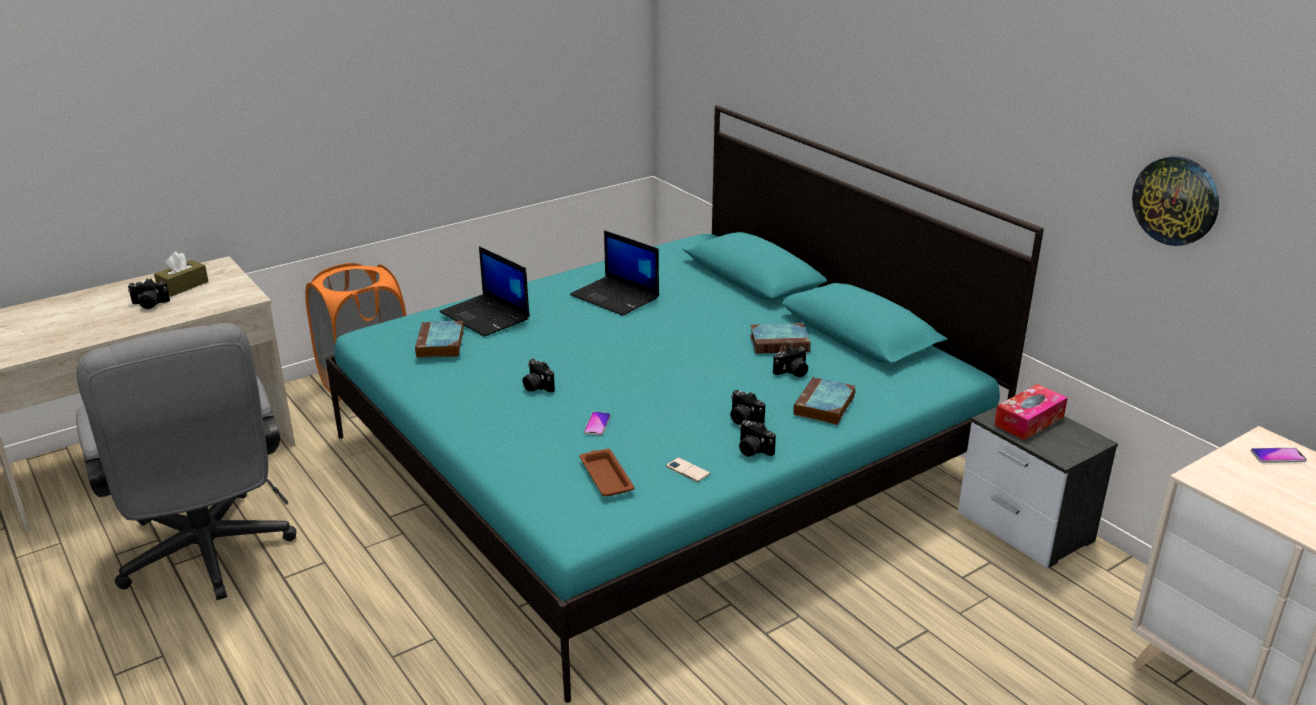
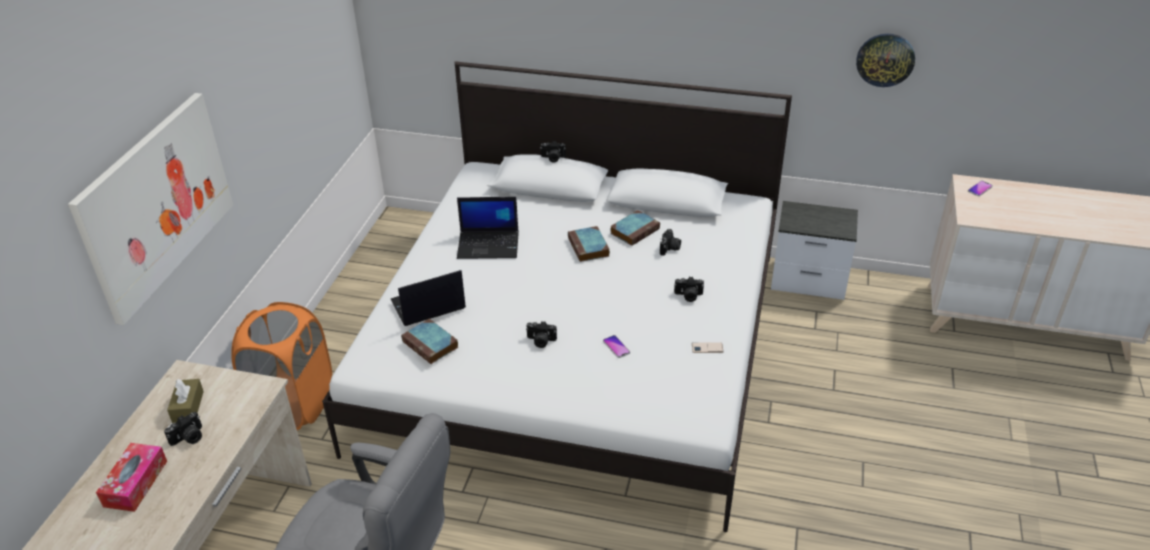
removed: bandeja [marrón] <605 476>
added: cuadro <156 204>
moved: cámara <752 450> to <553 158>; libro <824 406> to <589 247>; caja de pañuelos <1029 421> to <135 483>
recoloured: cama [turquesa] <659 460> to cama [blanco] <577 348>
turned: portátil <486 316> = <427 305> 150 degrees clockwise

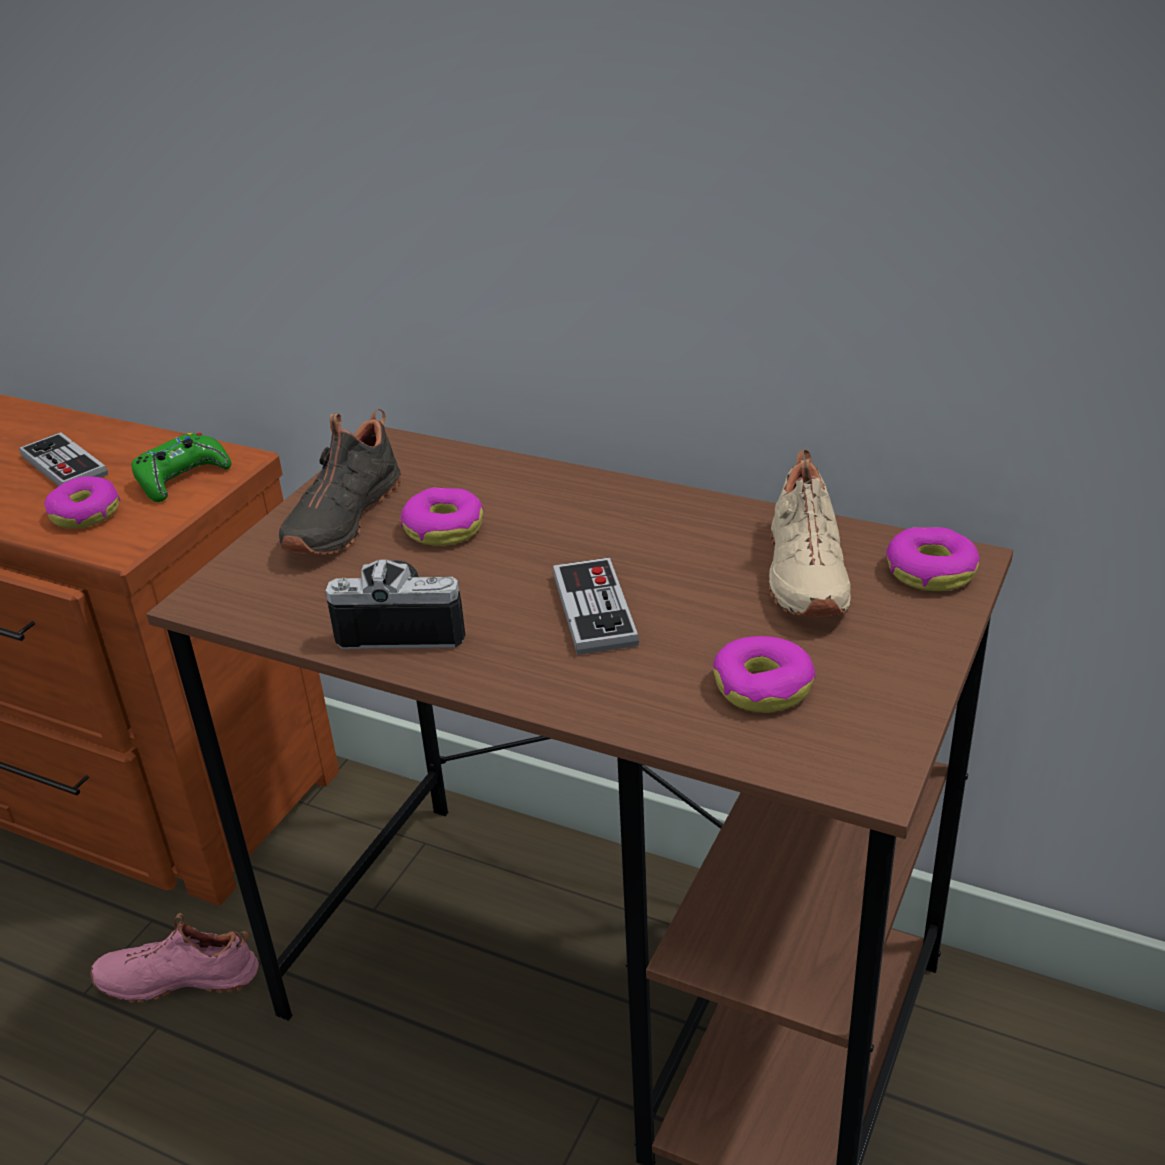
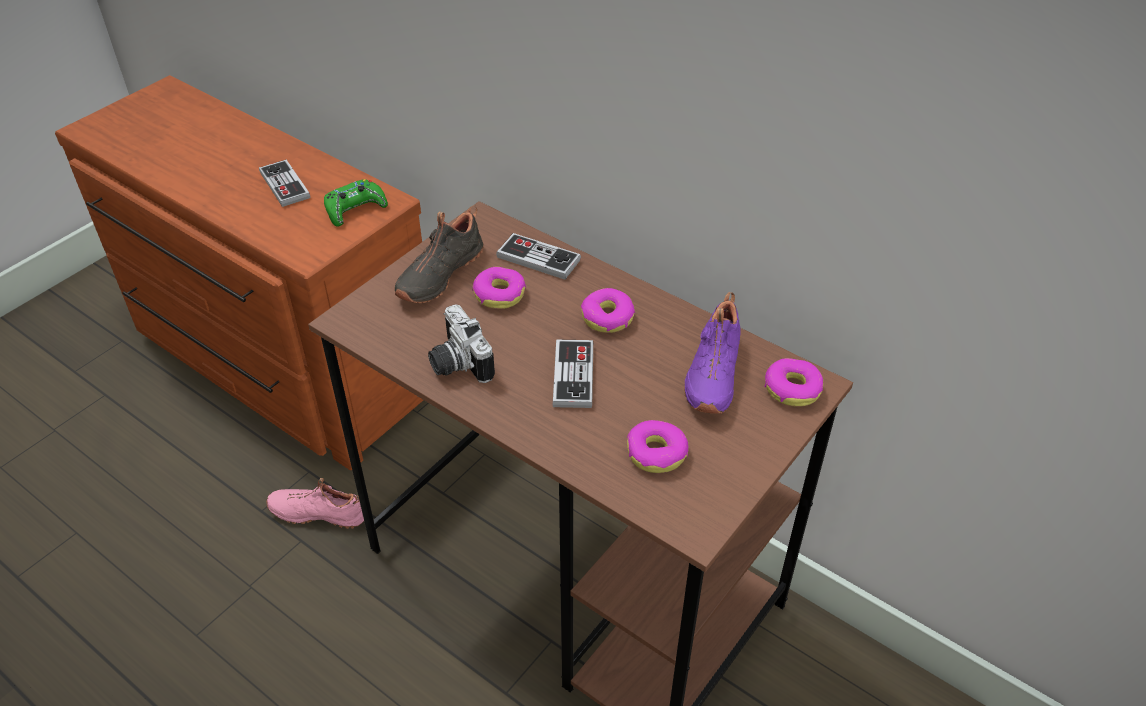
added: mando de consola <538 258>
moved: rosquilla <85 513> to <607 318>
recoloured: zapato [beis] <802 573> to zapato [morado] <711 374>
turned: cámara <404 624> = <456 363> 135 degrees counterclockwise

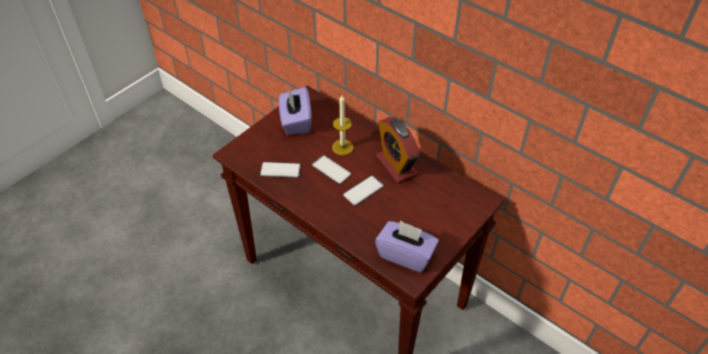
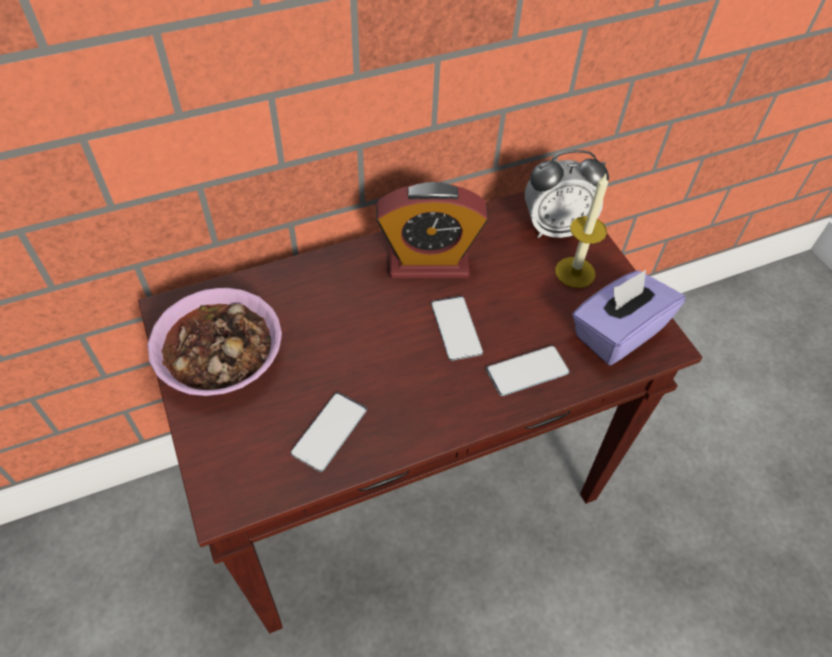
added: despertador <555 228>
moved: móvil <331 169> to <527 371>; vela <342 147> to <575 272>
replaced: caja de pañuelos [morado] <296 122> to cuenco <222 356>

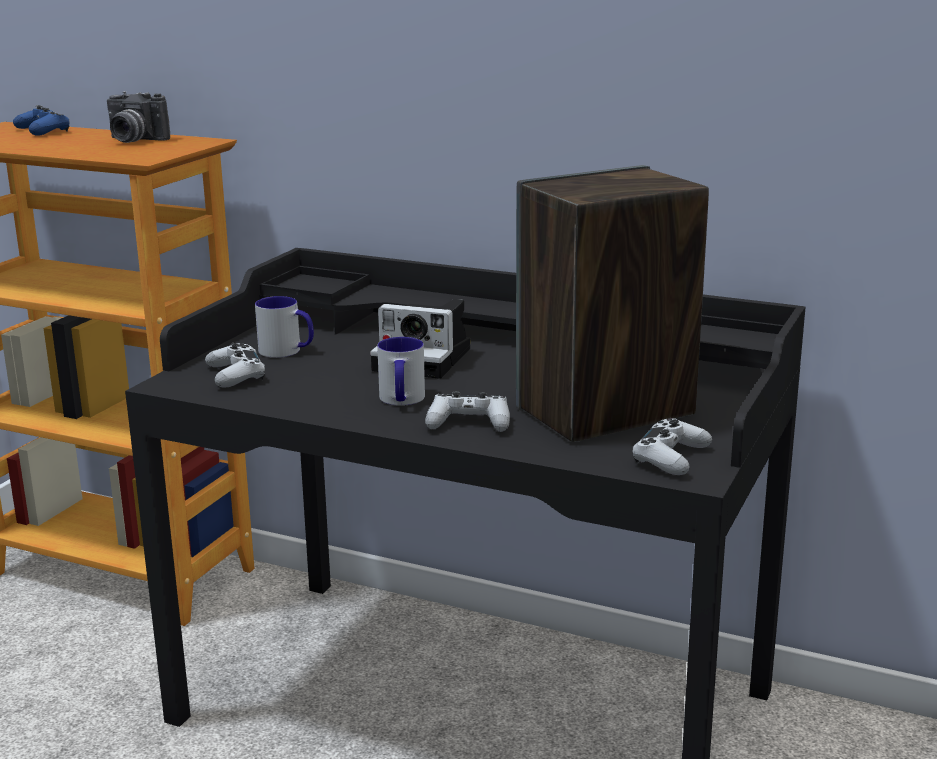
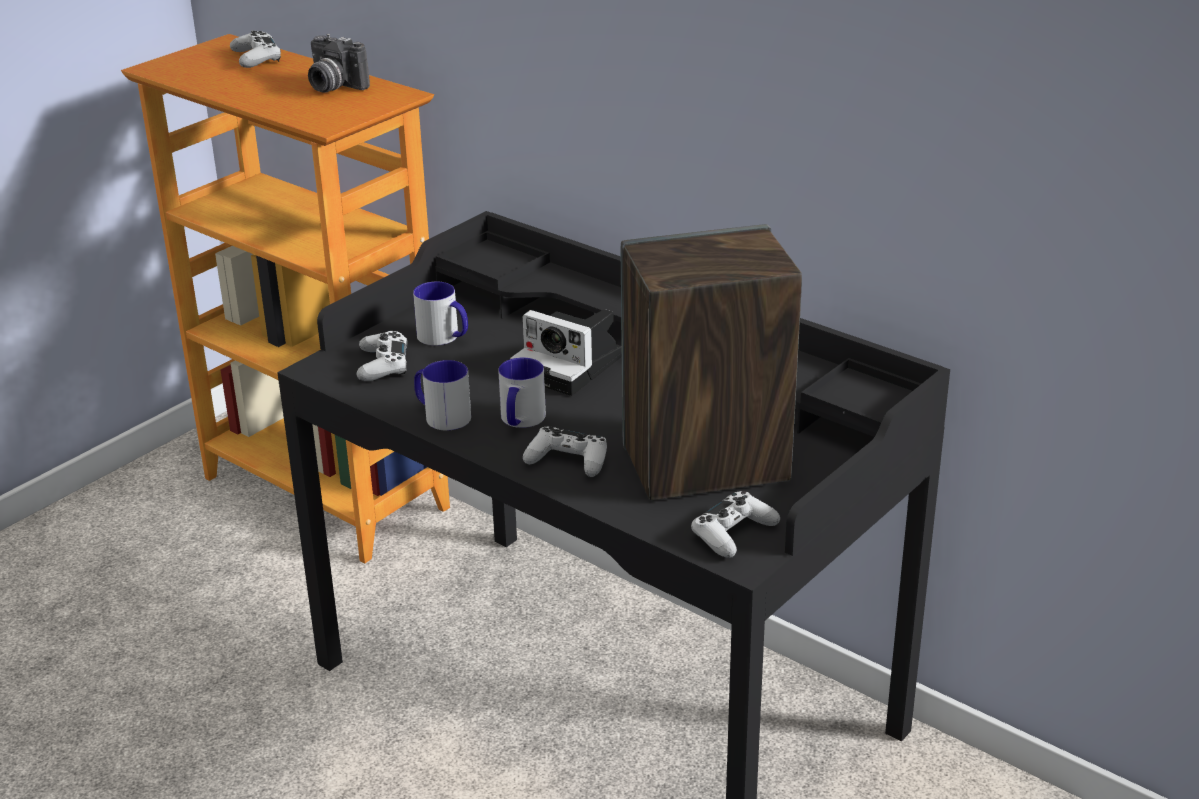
added: taza grande <441 416>
recoloured: mando de consola [azul] <42 131> to mando de consola [blanco] <256 58>

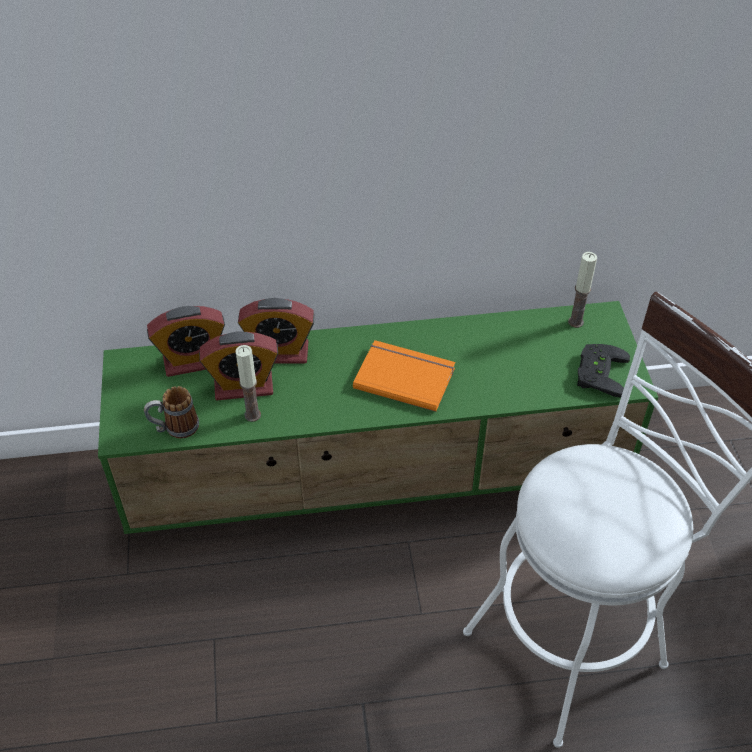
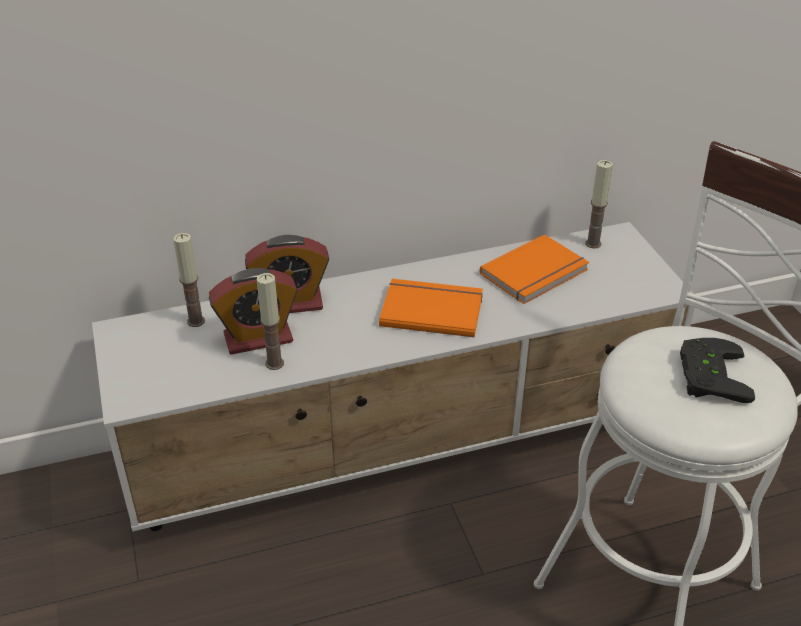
removed: taza grande <175 428>
added: libro [naranja] <536 273>
moved: mando de consola [negro] <597 372> to <707 375>
replaced: despertador <192 361> to vela <196 321>
recoloured: mueble de televisión [verde] <378 477> to mueble de televisión [blanco] <403 444>

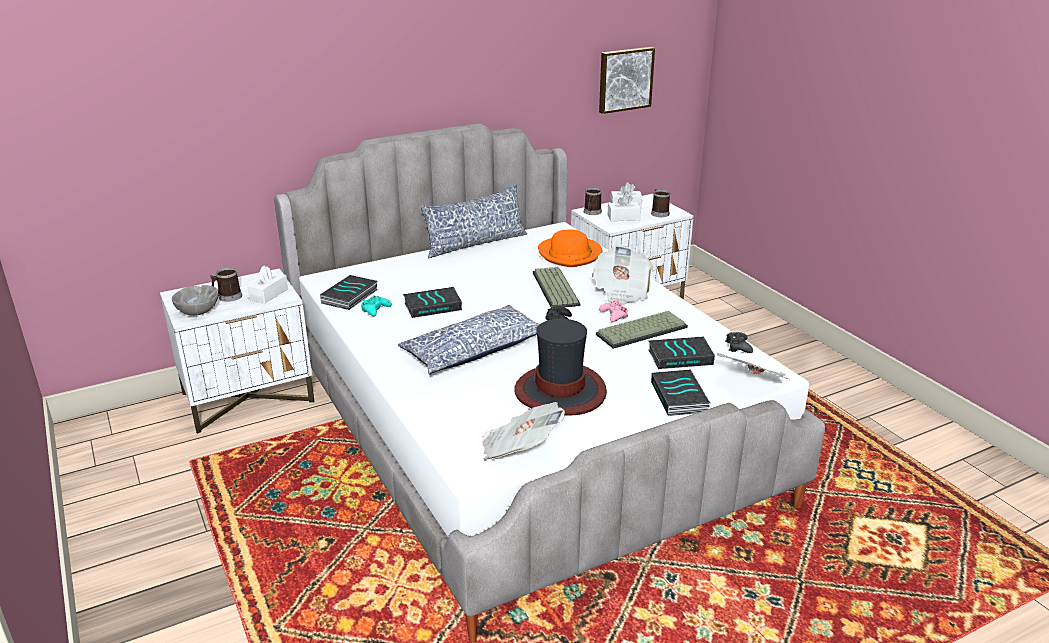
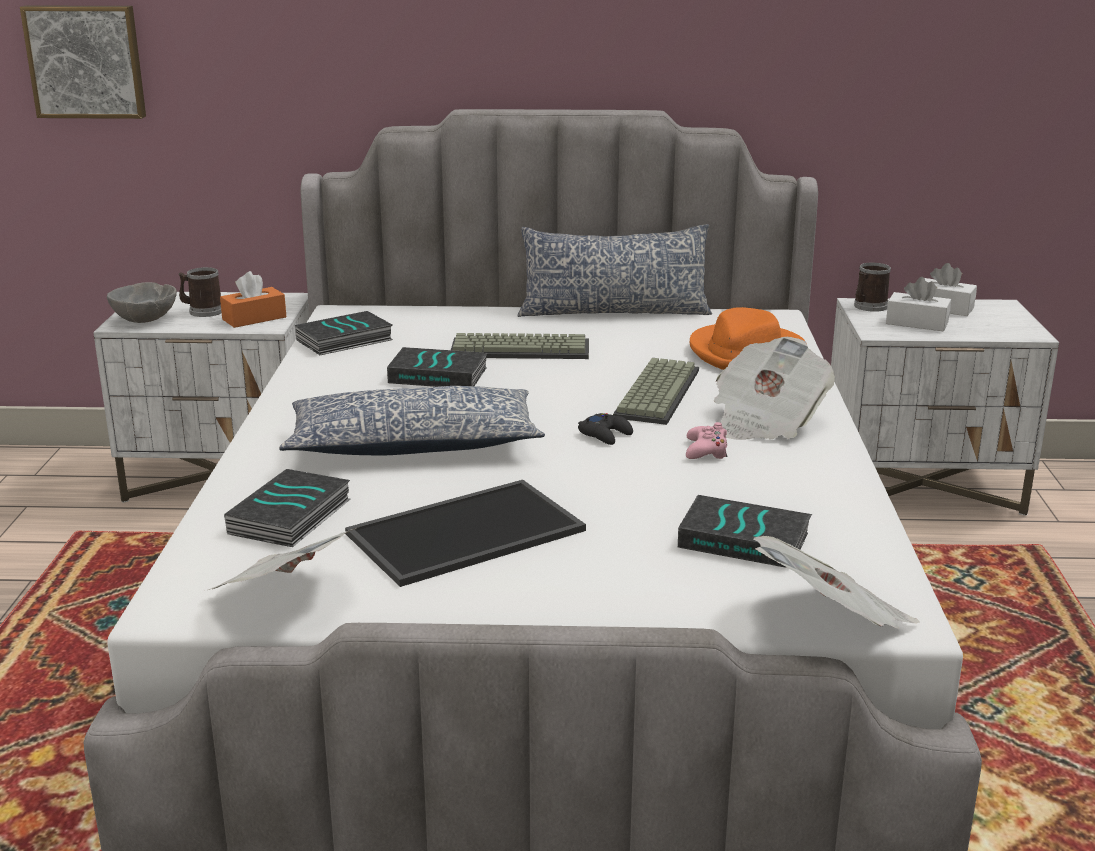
removed: mando de consola [turquesa] <375 310>; taza grande <659 213>; mando de consola [negro] <738 347>
moved: teclado <641 330> to <521 349>; cuadro <624 79> to <86 61>; libro <680 397> to <291 517>
replaced: sombrero <560 391> to bandeja <465 534>
recoloured: caja de pañuelos [blanco] <269 294> to caja de pañuelos [naranja] <254 318>

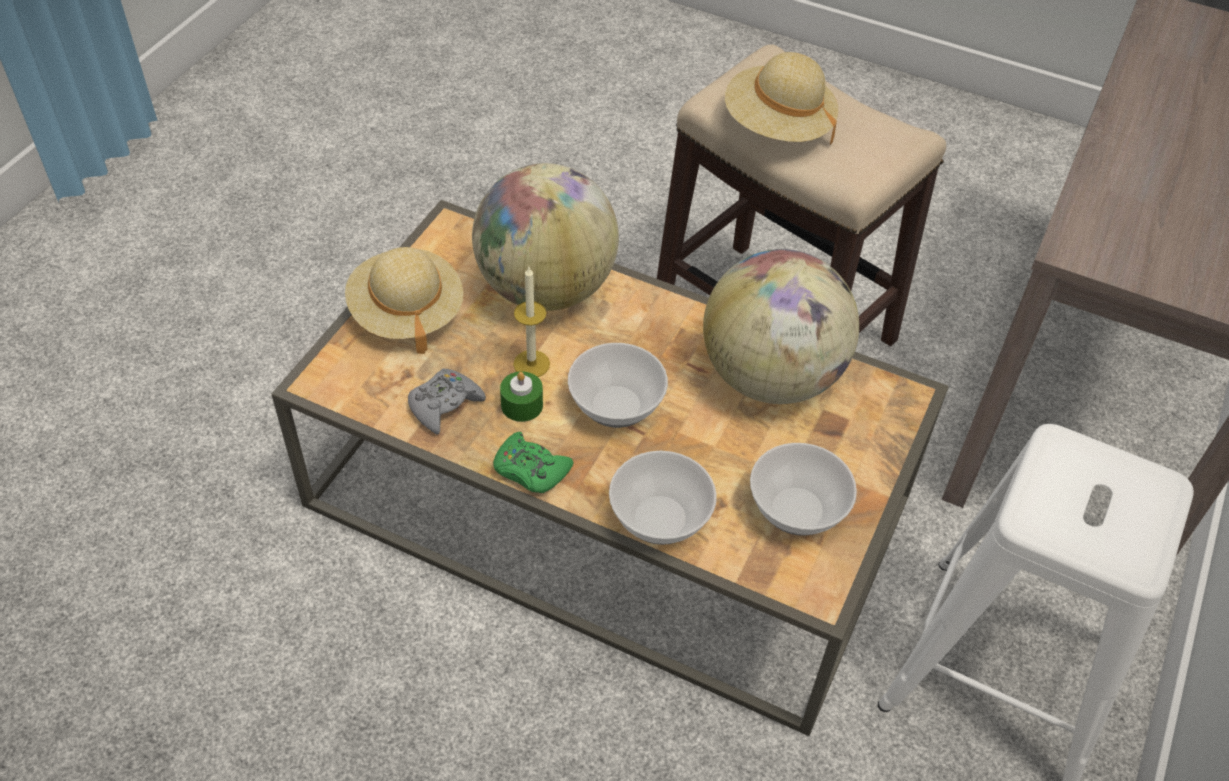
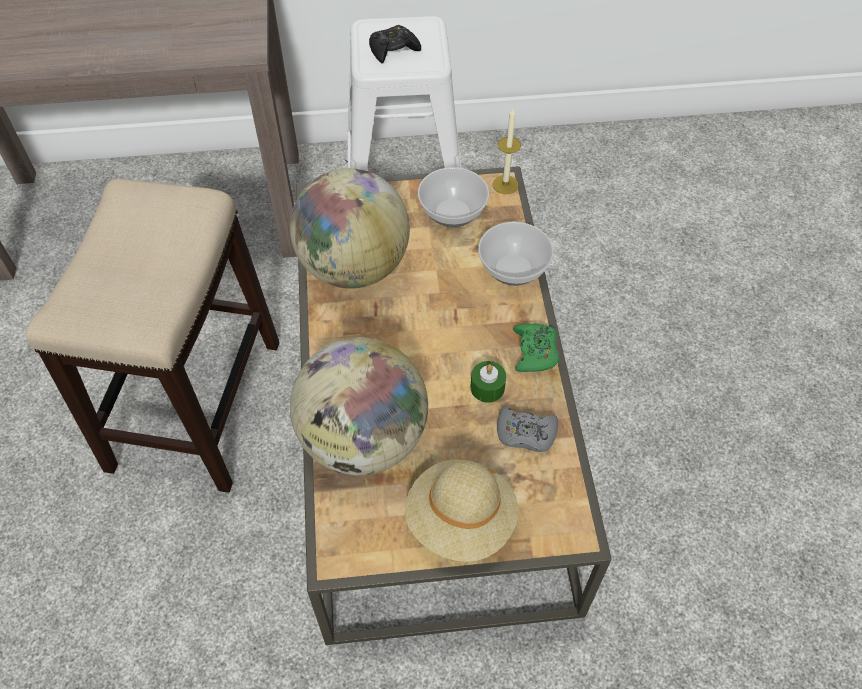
removed: cuenco <615 407>; sombrero [beis] <777 126>
added: mando de consola [negro] <393 49>
moved: vela <531 364> to <505 184>

